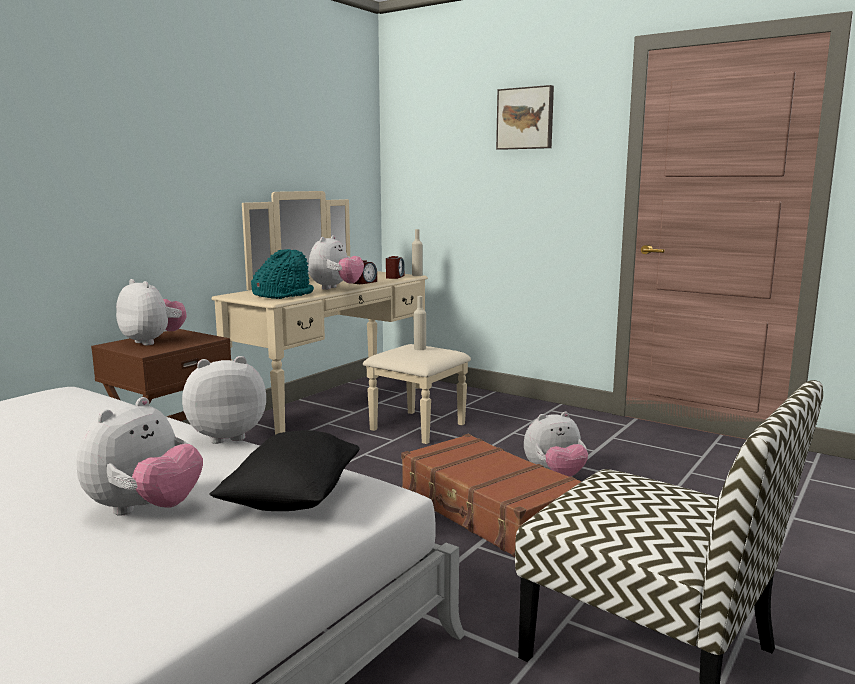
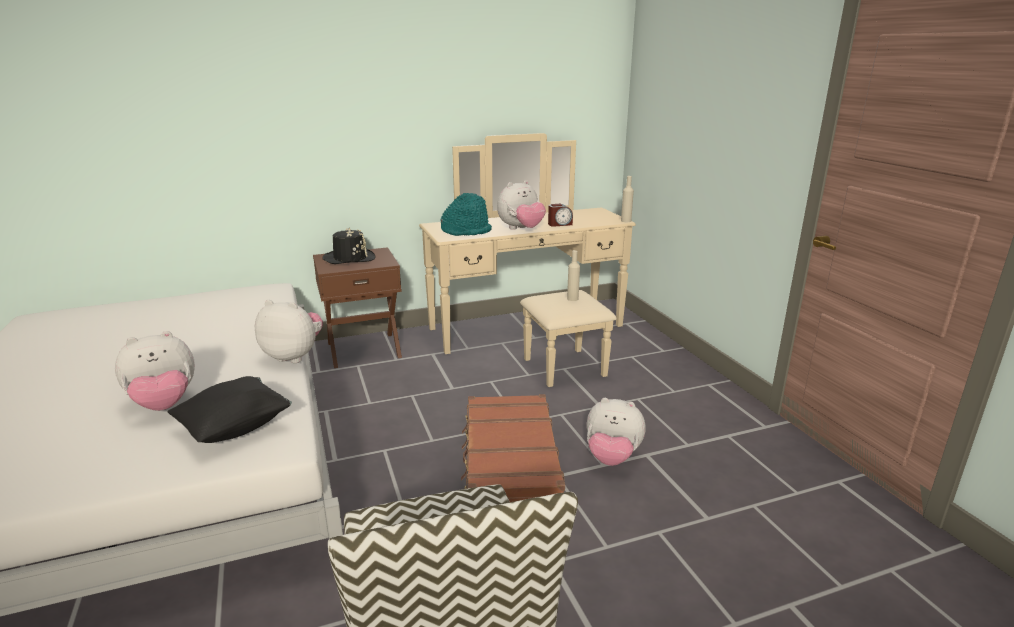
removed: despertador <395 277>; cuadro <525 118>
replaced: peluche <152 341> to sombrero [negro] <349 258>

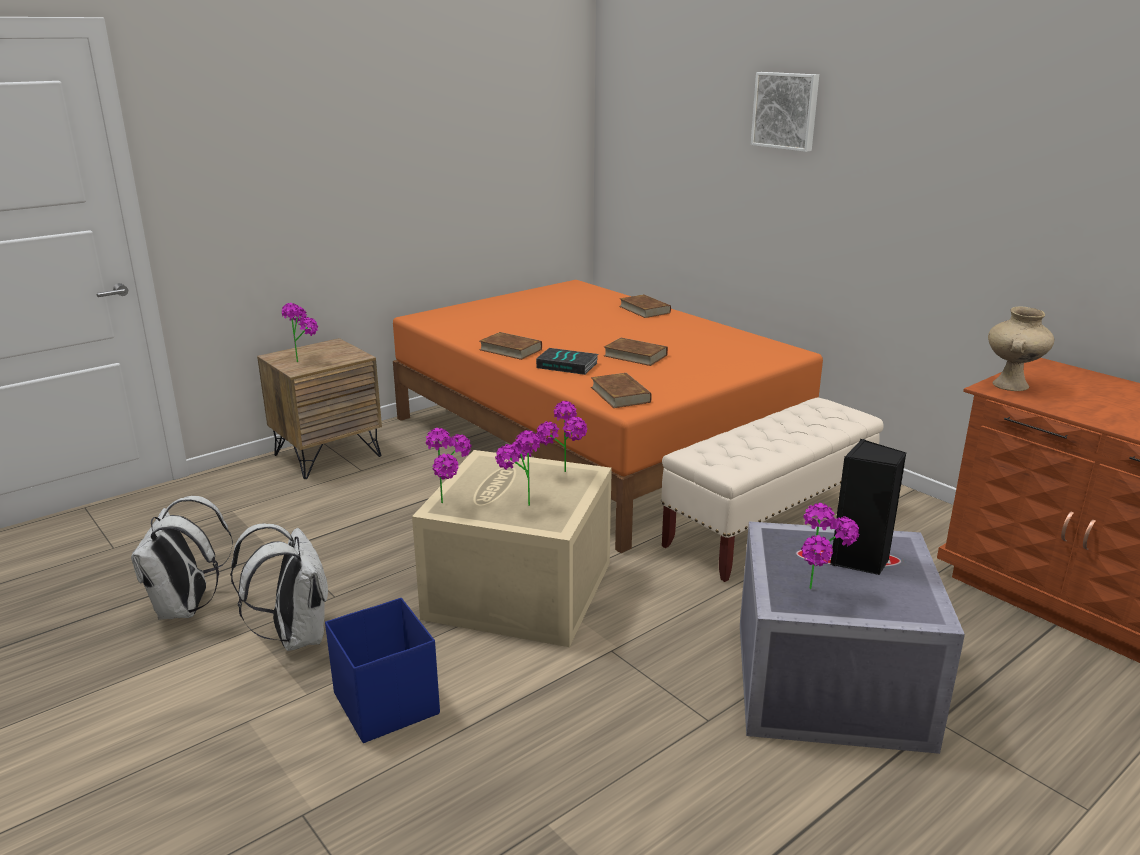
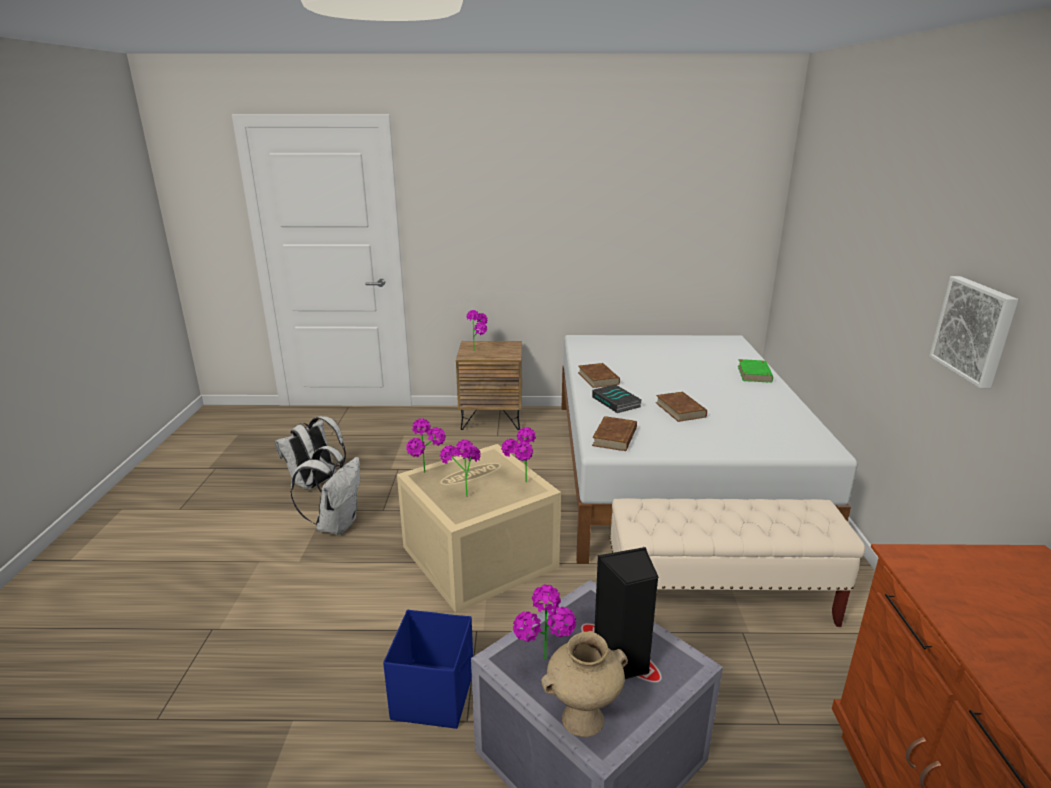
moved: caja de almacenaje [azul] <386 703> to <434 694>; cuadro <786 111> to <975 330>; florero [beis] <1011 386> to <582 720>
recoloured: cama [naranja] <594 441> to cama [blanco] <671 470>; libro [marrón] <644 309> to libro [verde] <754 374>

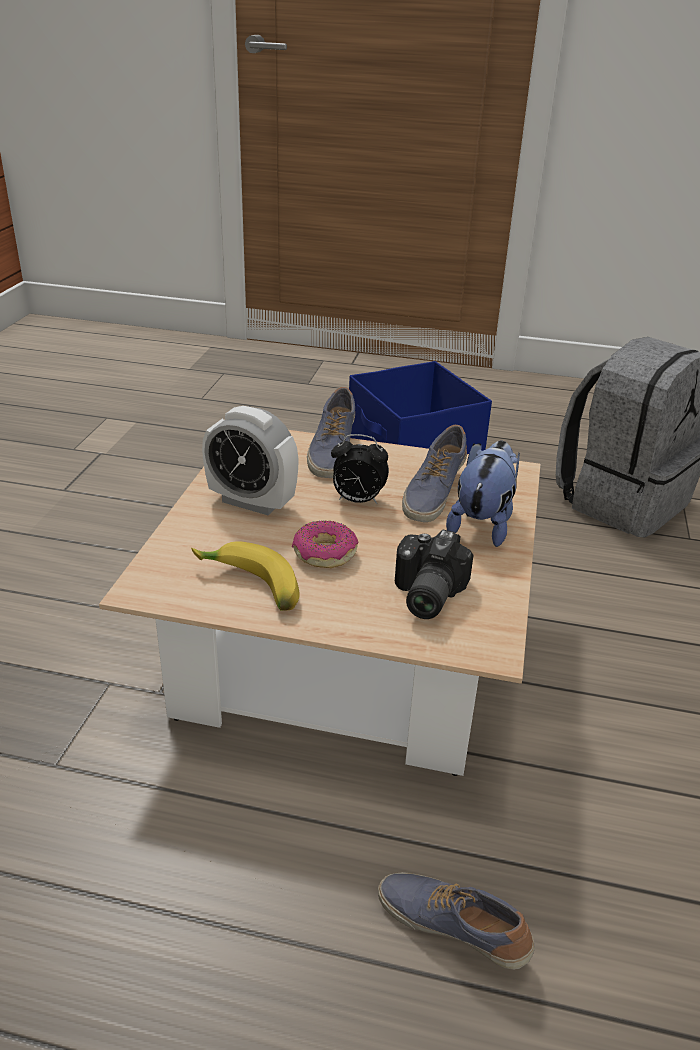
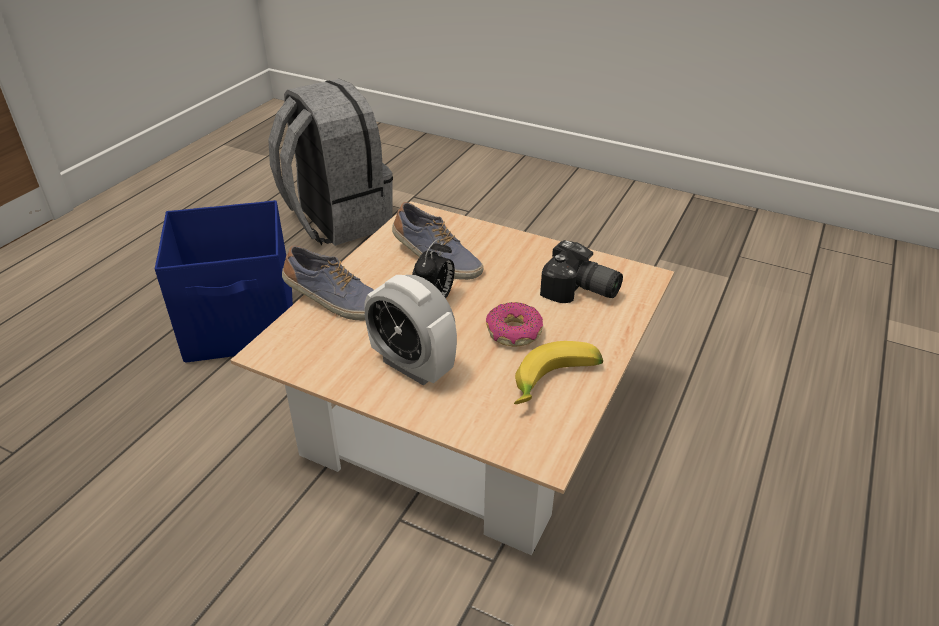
removed: zapato <452 926>; peluche <483 524>
turned: despertador <251 502> = <412 366> 90 degrees clockwise

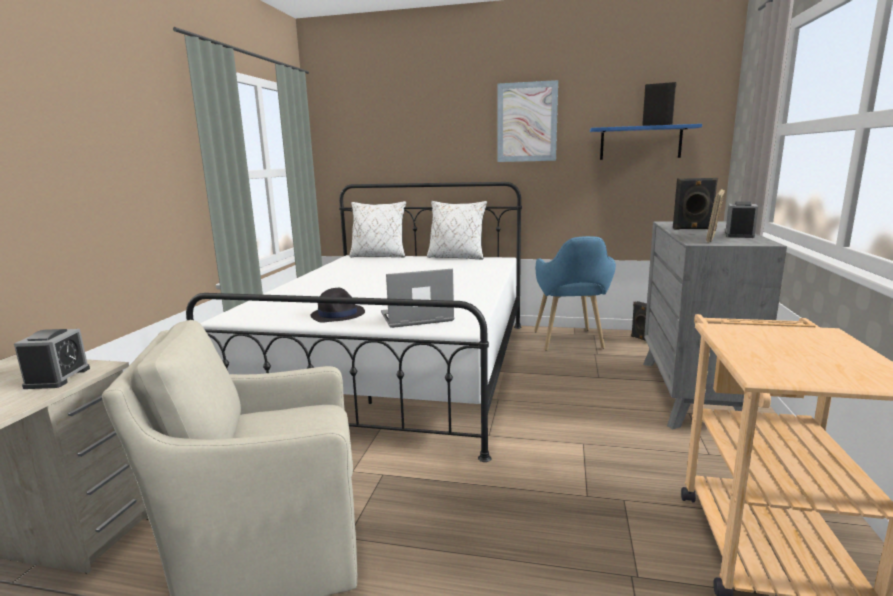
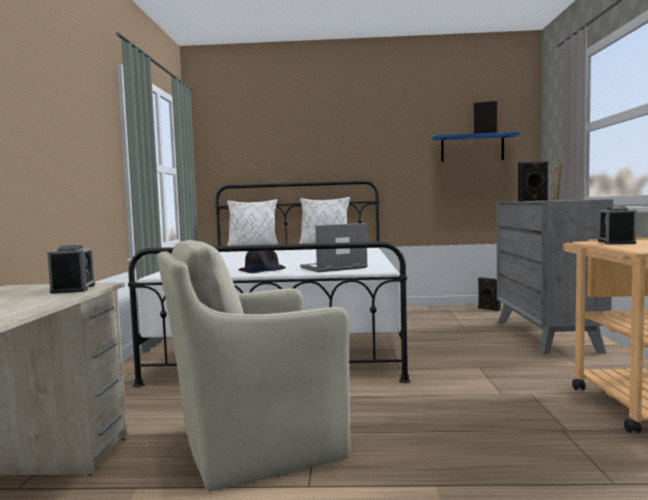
removed: cuadro <527 122>; sillón [azul] <570 343>
moved: despertador <739 235> to <616 242>

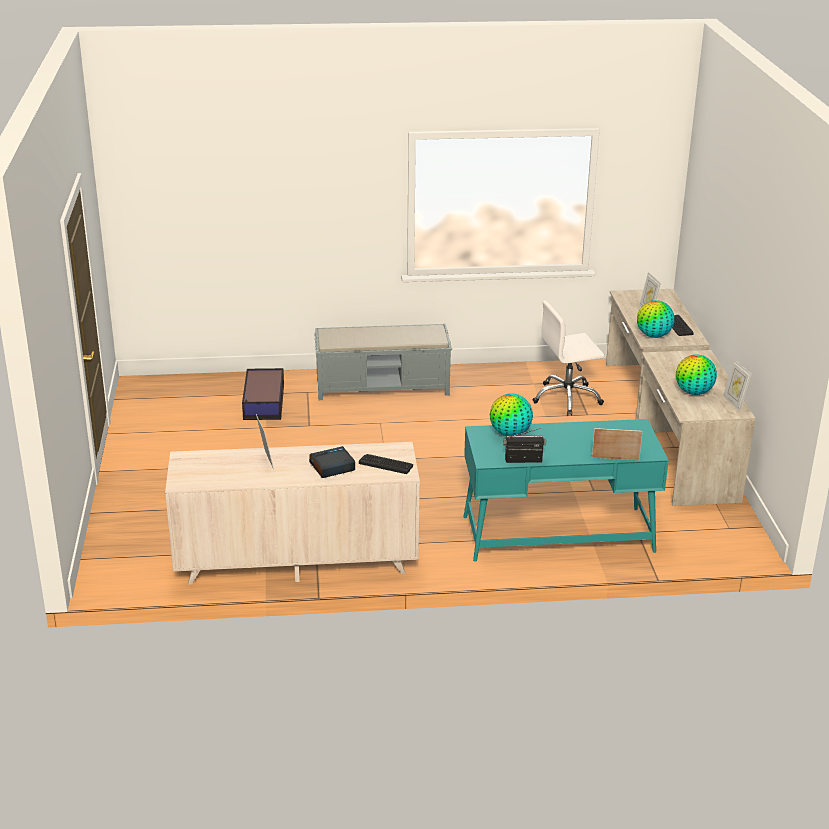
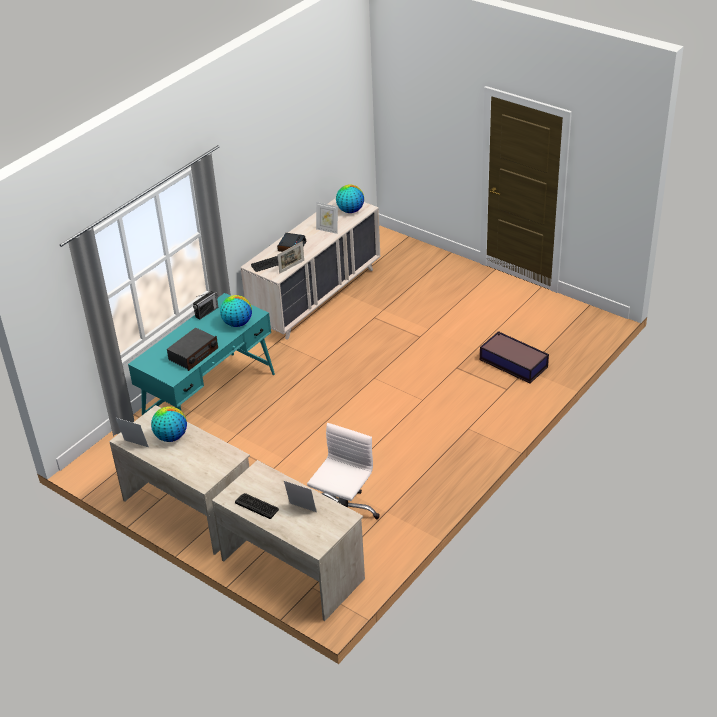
removed: banco [gris] <383 387>
added: radio <193 354>
moved: portarretratos <615 458> to <291 267>; globo terráqueo <653 335> to <350 210>

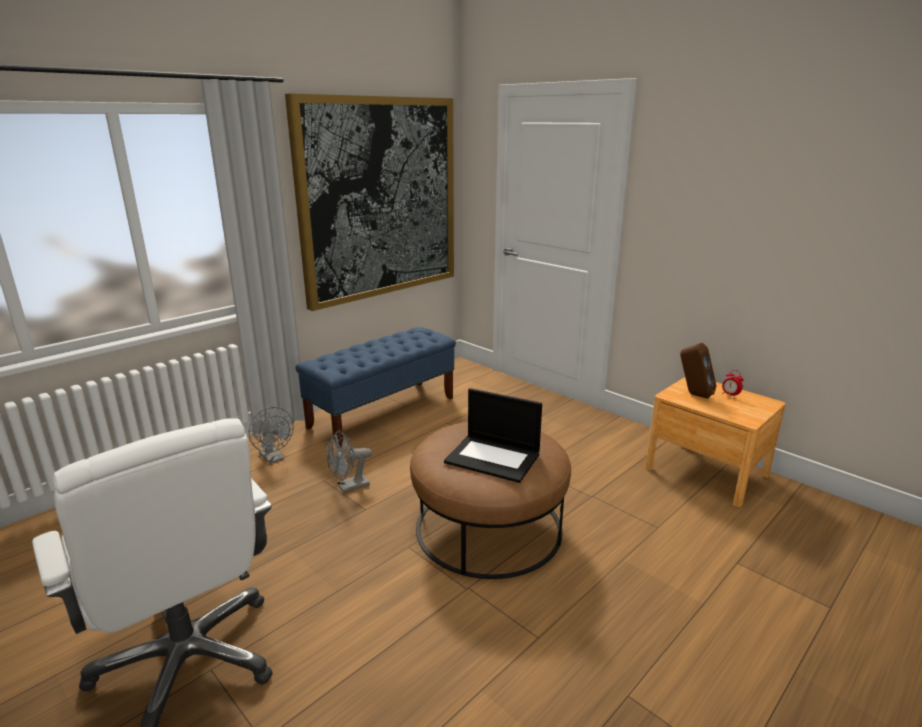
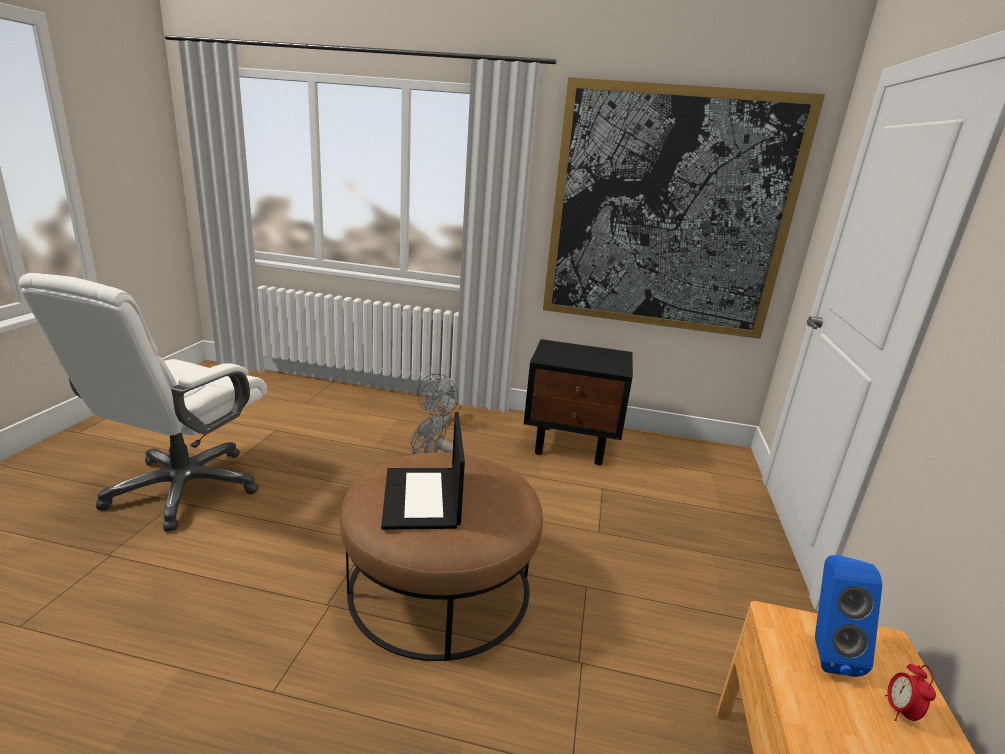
replaced: banco [azul] <383 412> to mesita de noche [negro] <572 445>
recoloured: altavoz [marrón] <693 394> to altavoz [azul] <825 651>

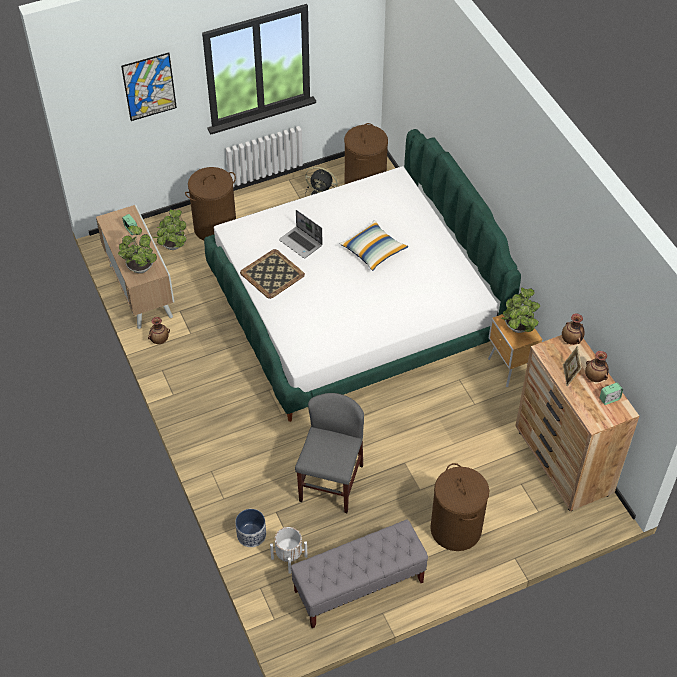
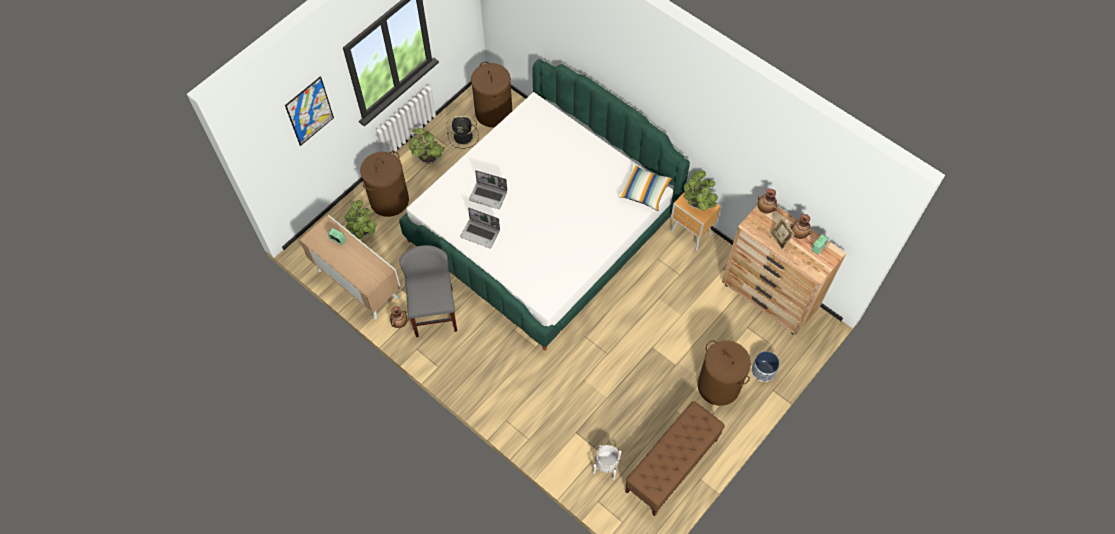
moved: planta en maceta <140 266> to <428 157>; maceta <251 534> to <763 371>; silla [gris] <331 483> to <434 312>; cojín <373 251> to <644 191>
replaced: bandeja <273 274> to portátil <480 233>
recoloured: banco [gris] <358 587> to banco [marrón] <671 466>

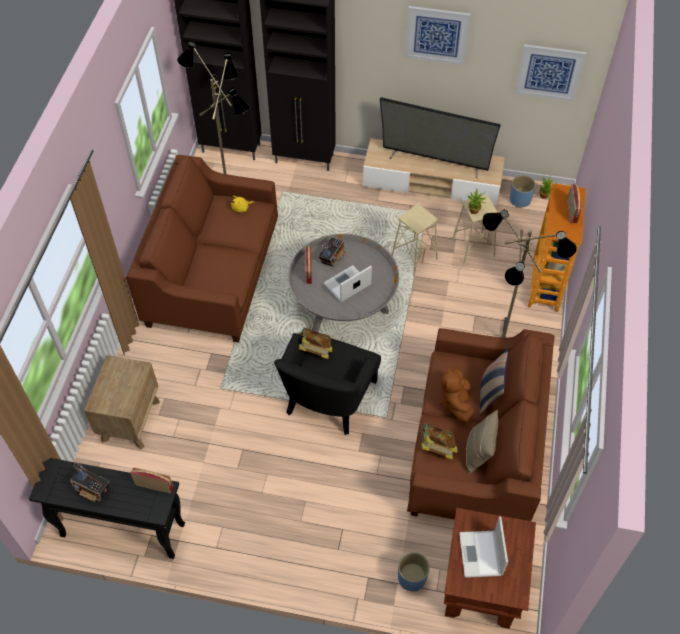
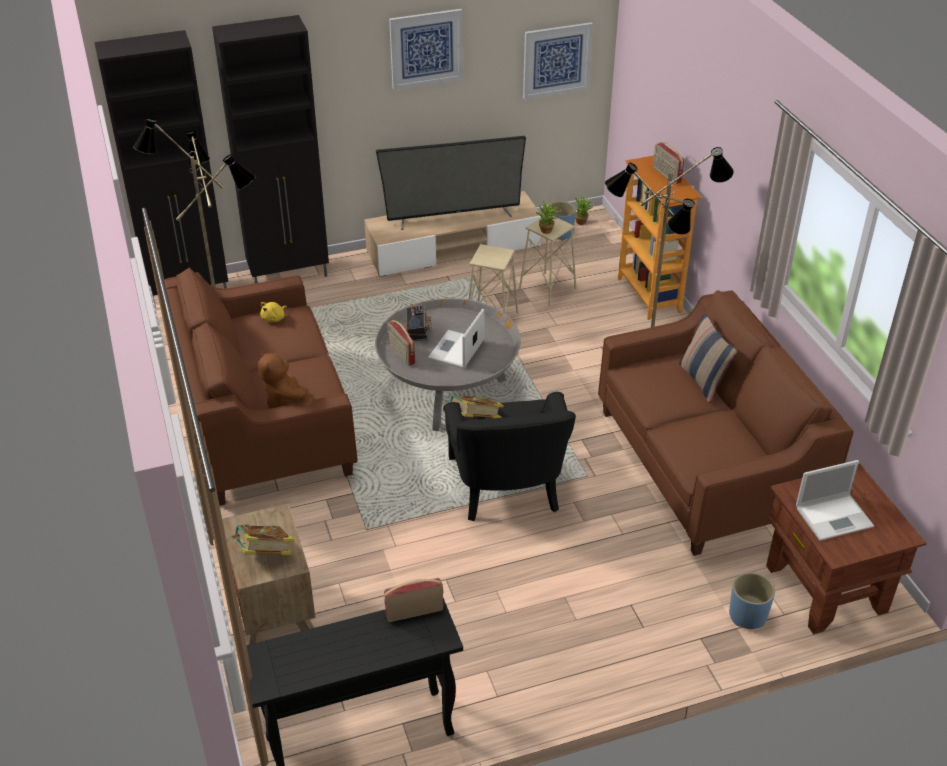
removed: radio <93 490>; cojín [beis] <478 452>
moved: libro <436 447> to <265 554>; peluche [marrón] <455 402> to <287 404>
turned: portátil <481 555> = <835 516> 75 degrees counterclockwise

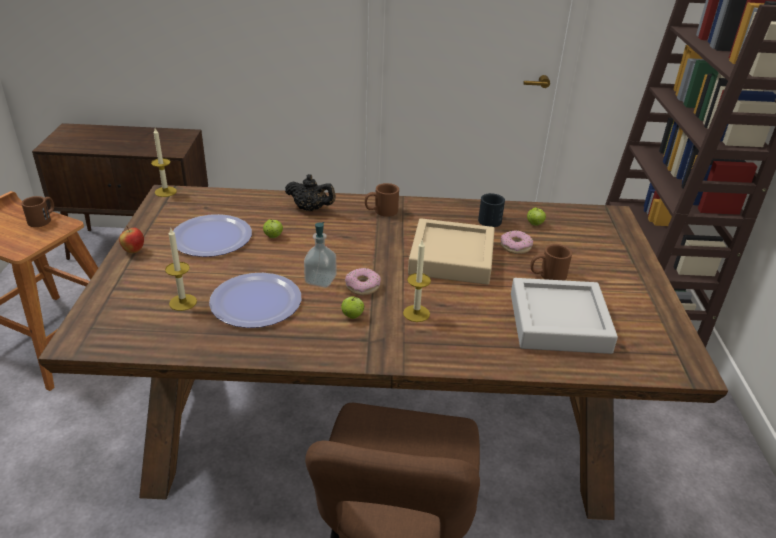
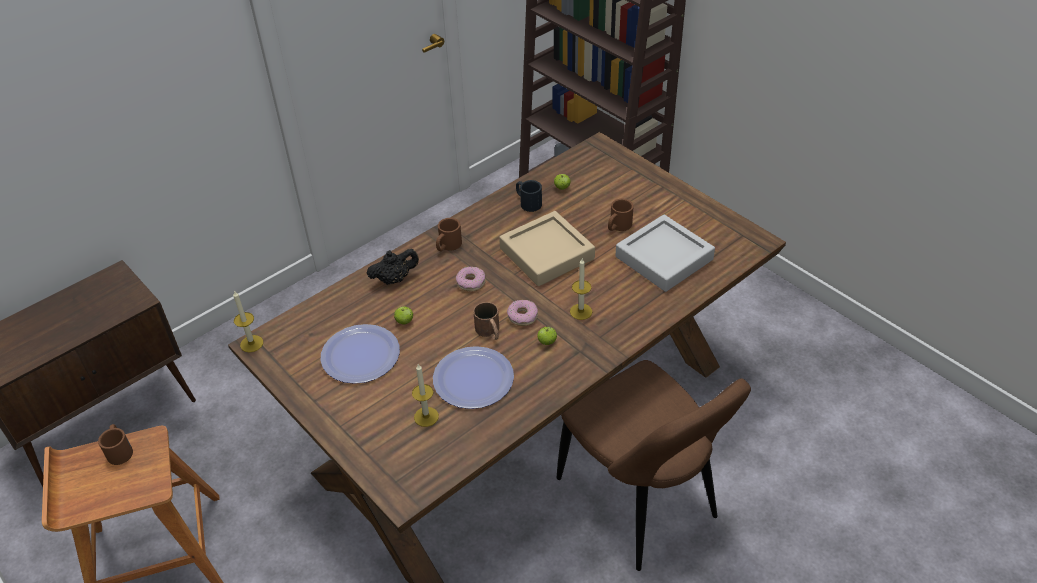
removed: manzana <134 251>
moved: rosquilla <515 247> to <471 282>
replaced: dispensador de jabón <320 280> to taza grande [marrón] <489 332>

